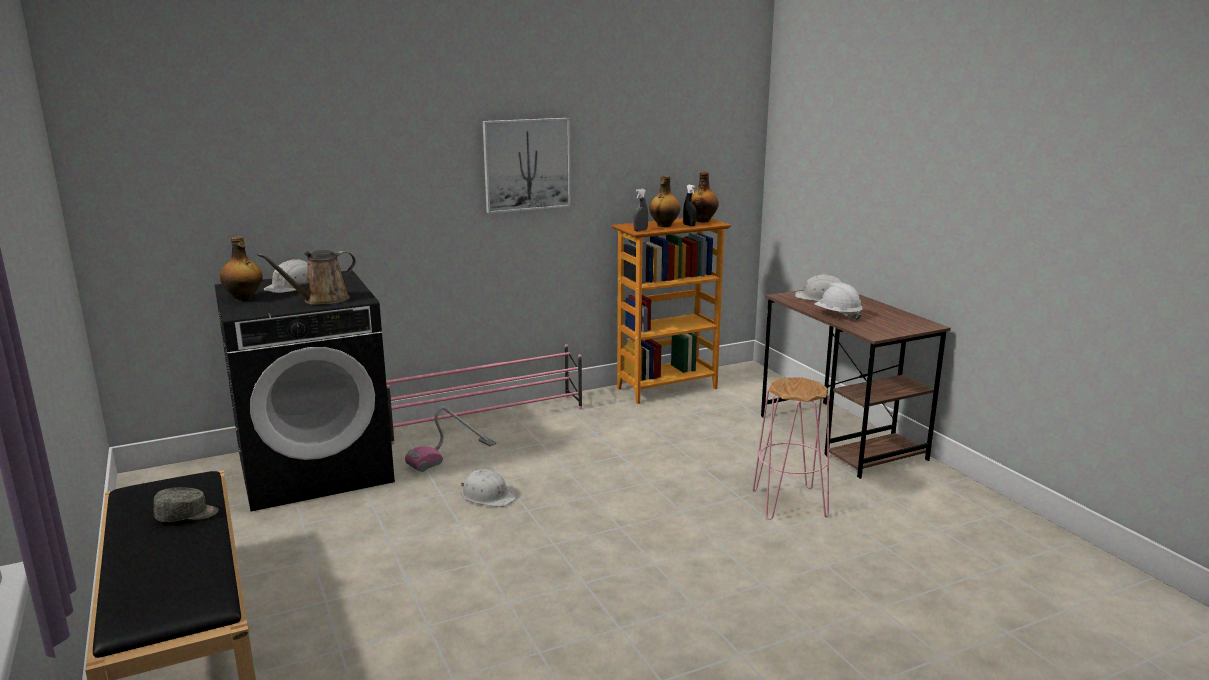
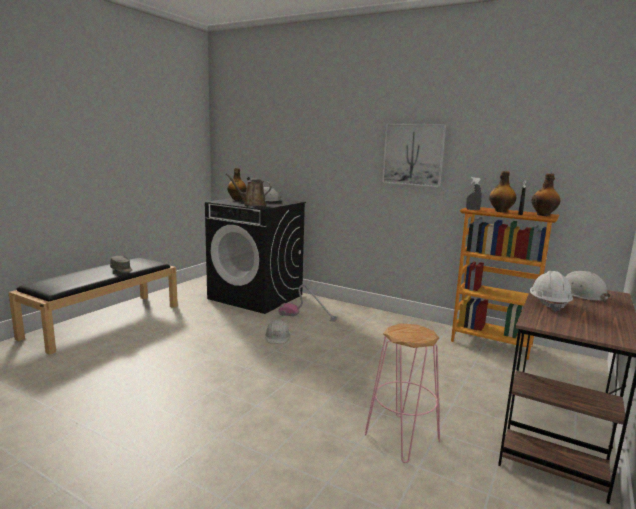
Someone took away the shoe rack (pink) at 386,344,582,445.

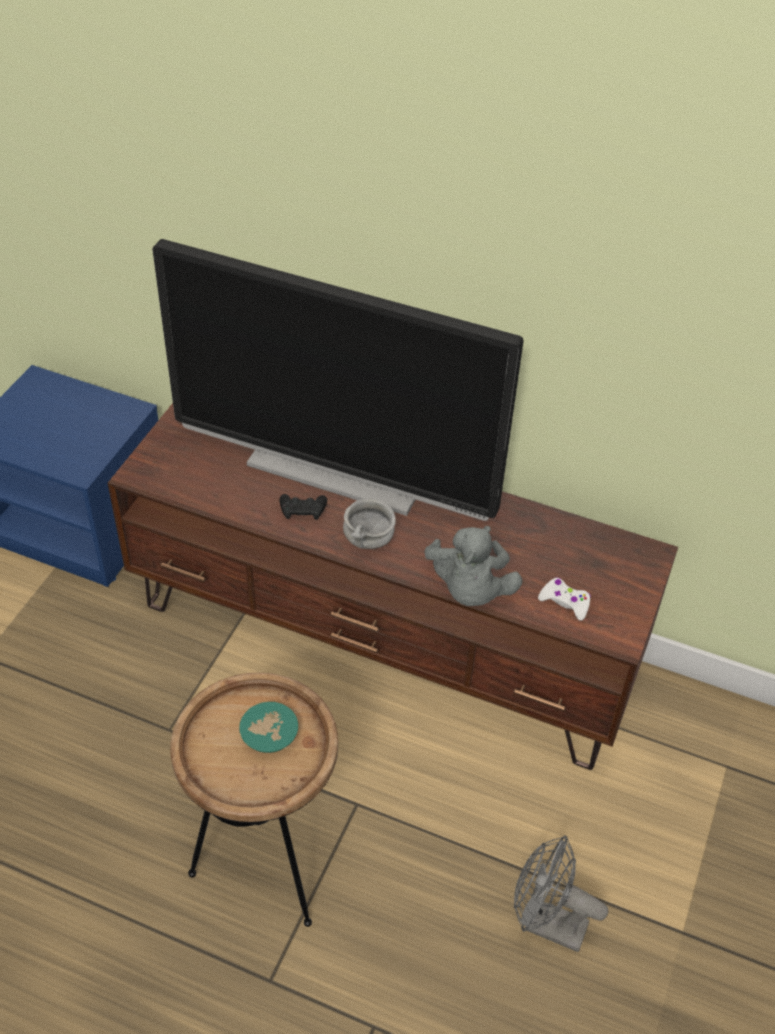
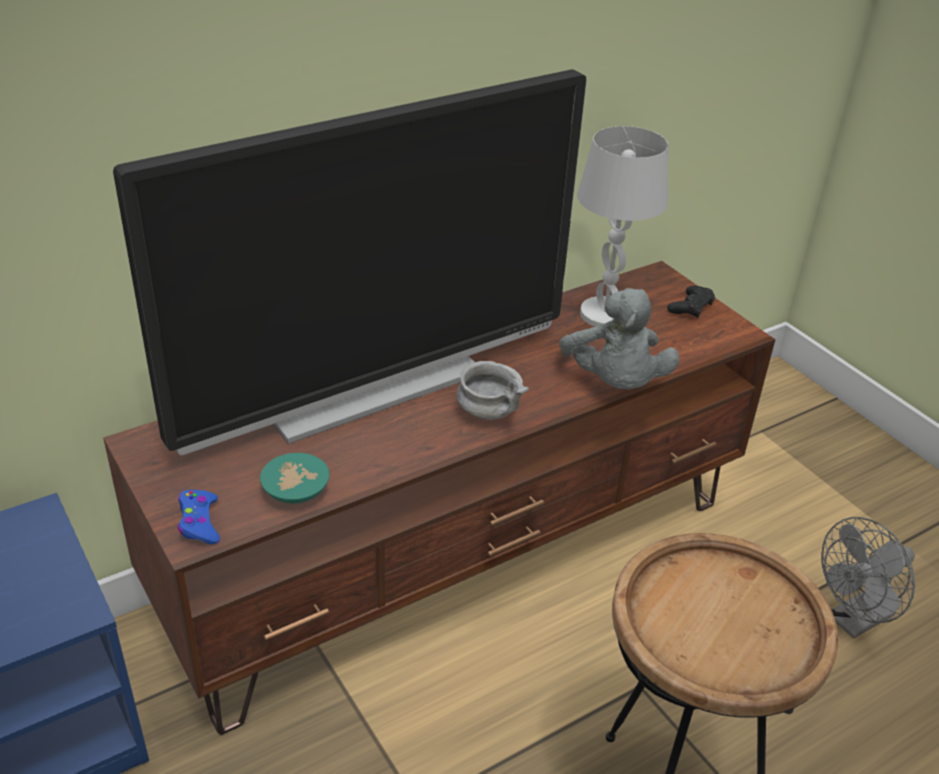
Someone carried the game controller (black) from 280,494,327,520 to 667,286,715,318. Someone rotated the plush toy (grey) at 424,526,522,606 by 45 degrees clockwise. Someone took away the game controller (white) at 538,578,591,621. Someone carried the bowl (turquoise) from 239,702,298,753 to 260,453,330,504. Someone put down the table lamp (white) at 577,126,668,327. Someone put down the game controller (blue) at 178,490,220,544.

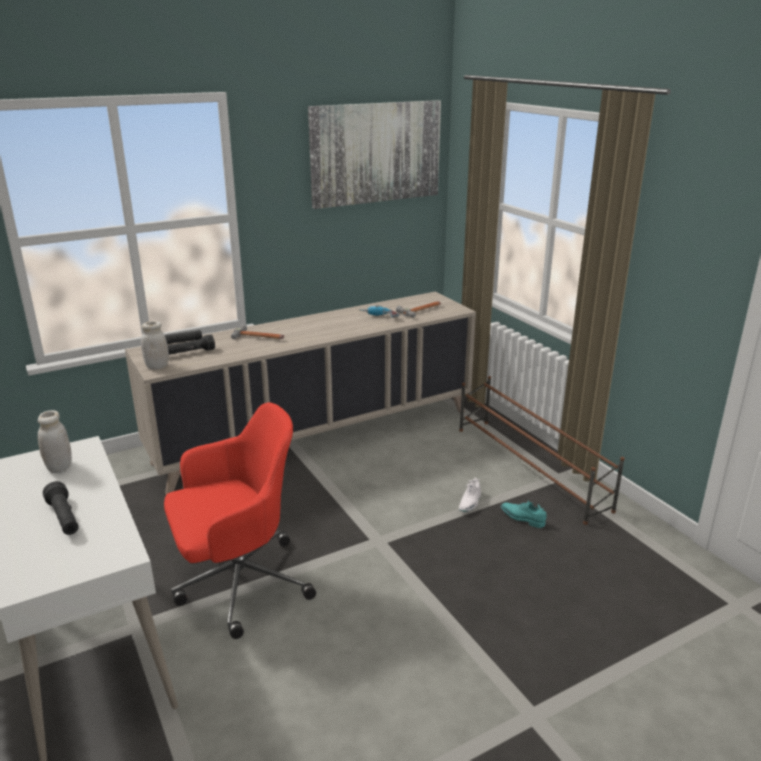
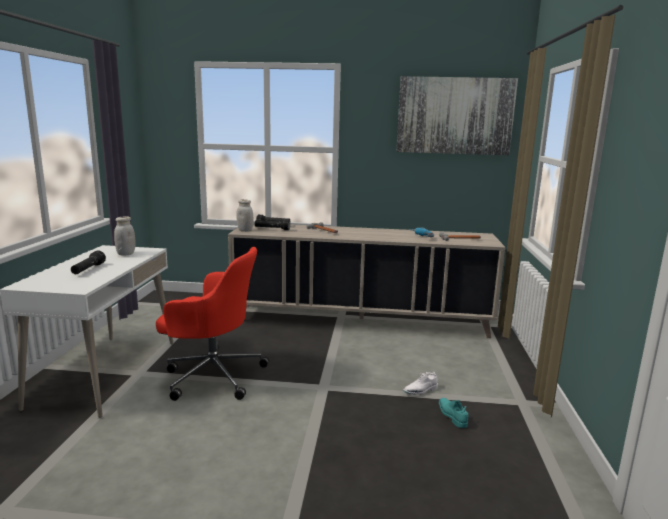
Someone took away the shoe rack (brown) at 459,376,625,525.

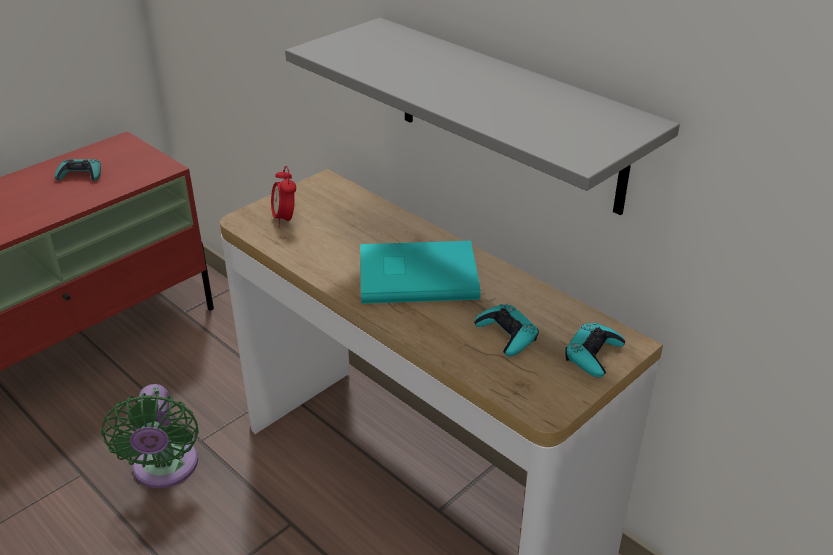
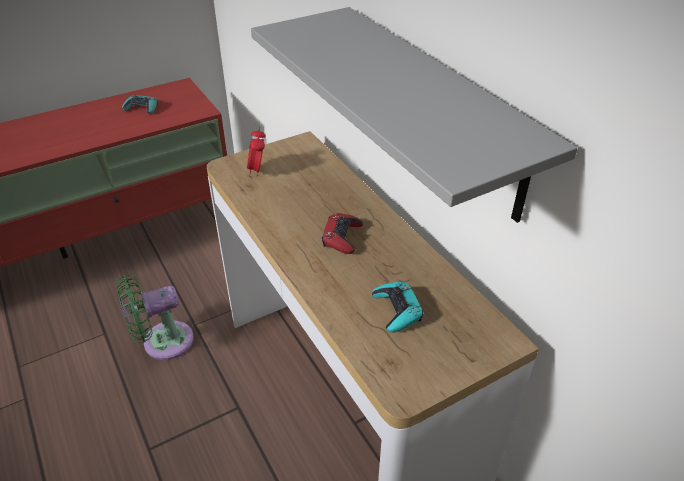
Someone swapped the book (turquoise) at 360,241,481,304 for the game controller (red) at 322,213,363,254. Someone took away the game controller (turquoise) at 565,323,625,378. Someone rotated the fan (green) at 101,384,199,488 by 60 degrees clockwise.

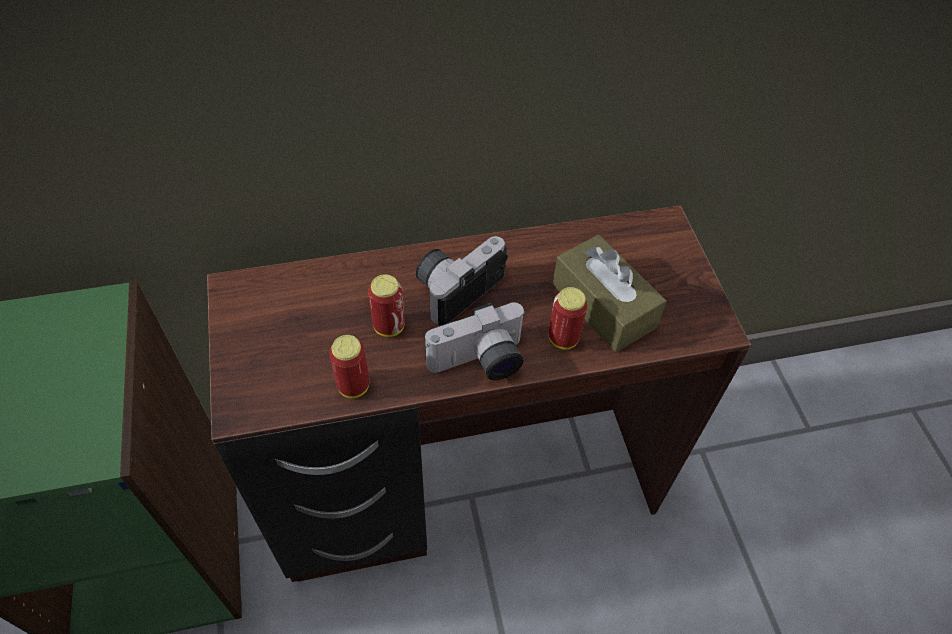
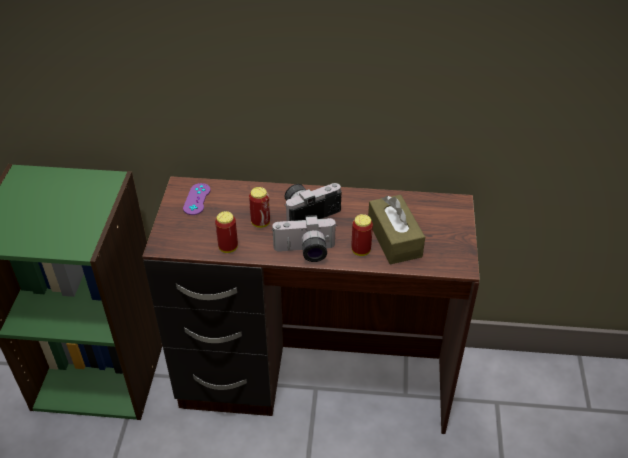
Someone put down the game controller (purple) at 183,183,211,215.

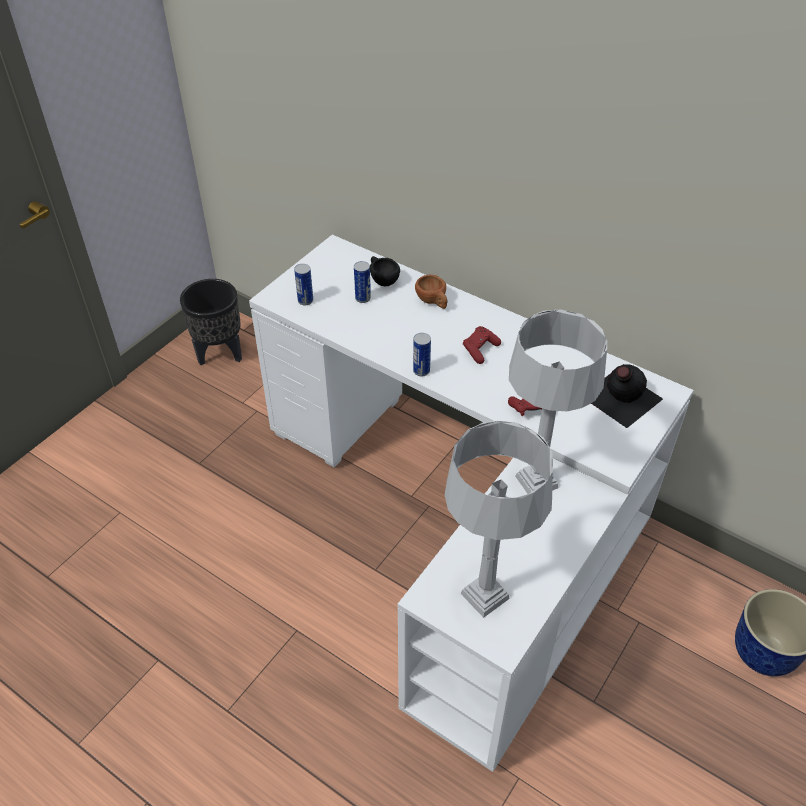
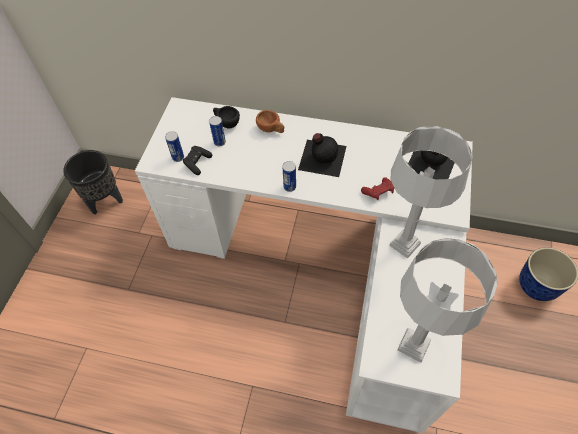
Someone swapped the game controller (red) at 463,326,501,364 for the bottle (black) at 298,133,346,177. Someone put down the game controller (black) at 183,146,212,175.

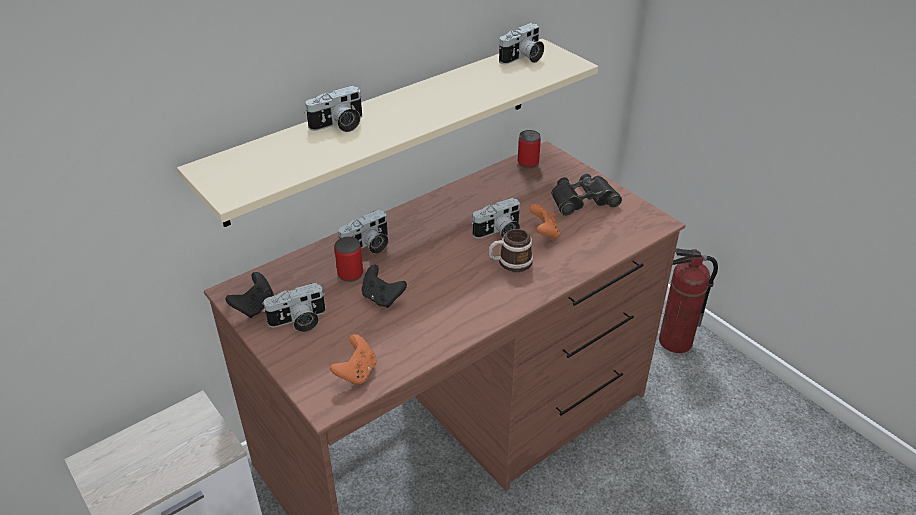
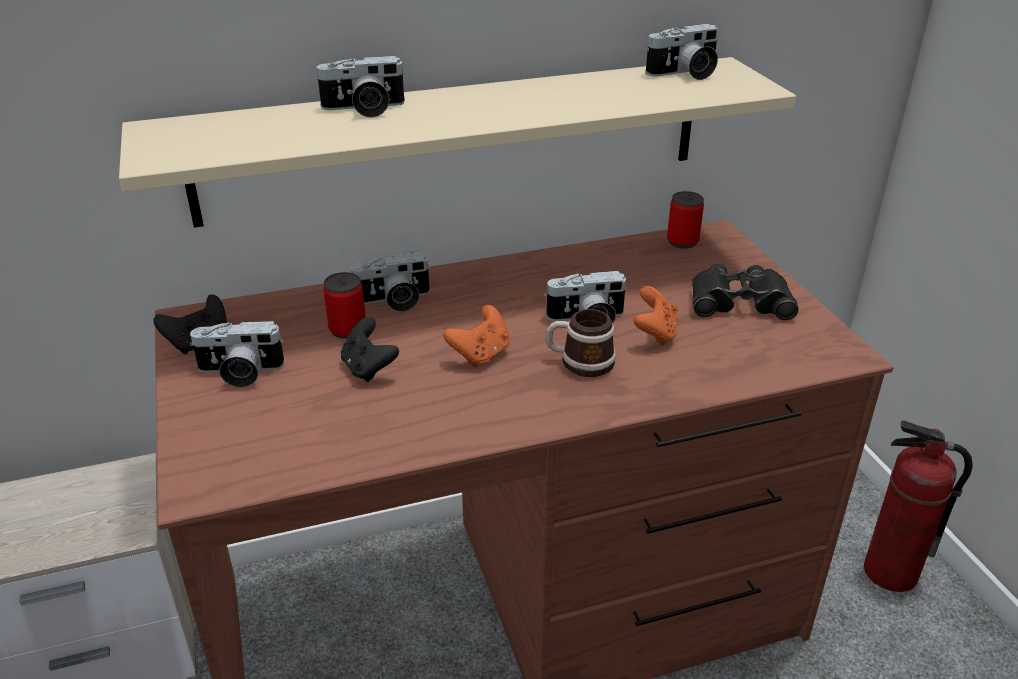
Someone carried the game controller (orange) from 330,334,377,386 to 443,305,510,367.

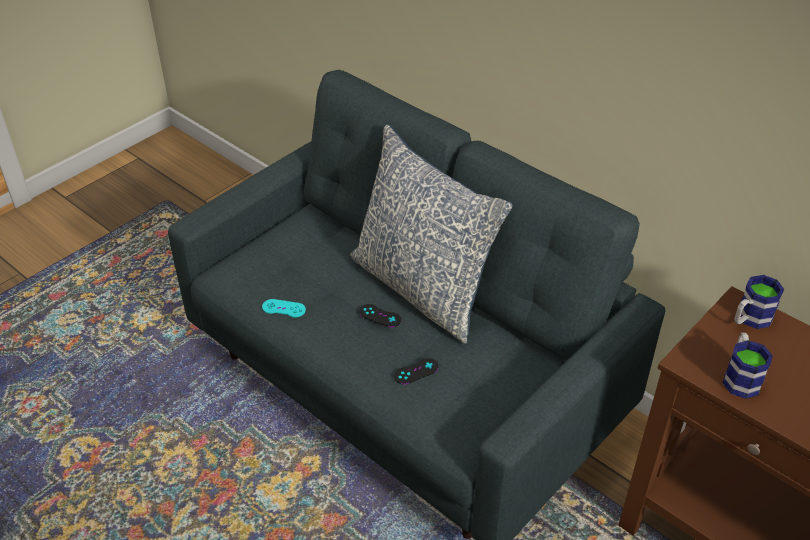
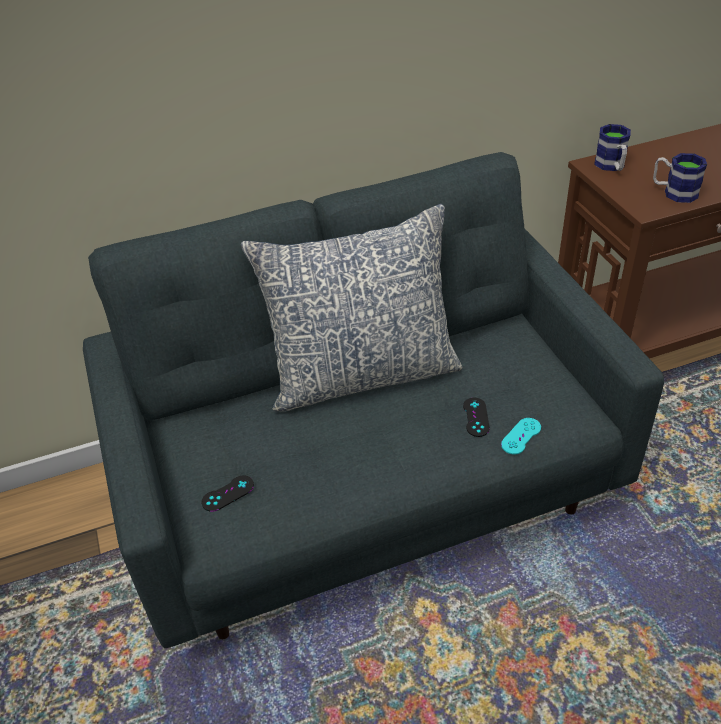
Someone carried the game controller (turquoise) from 262,299,306,317 to 501,418,541,455. Someone carried the game controller (black) from 359,304,401,327 to 201,476,254,512.

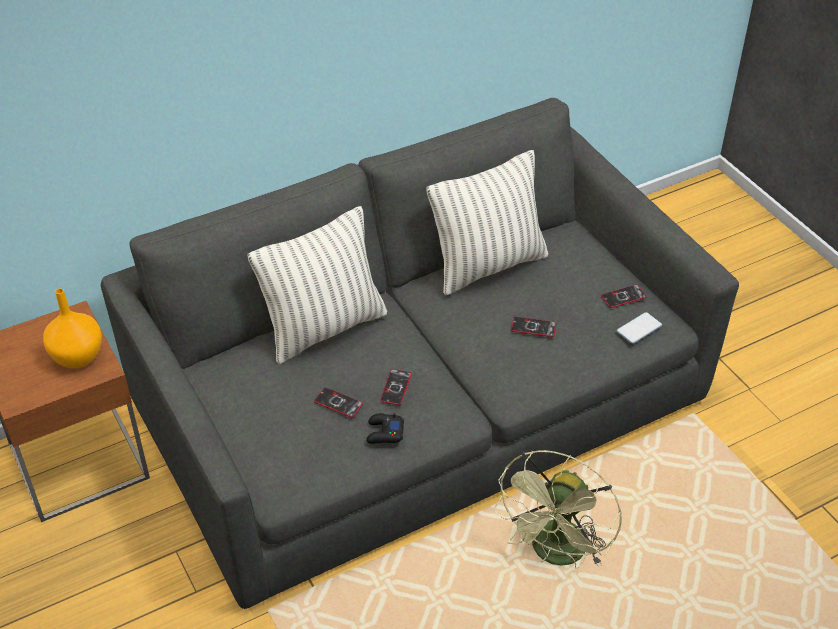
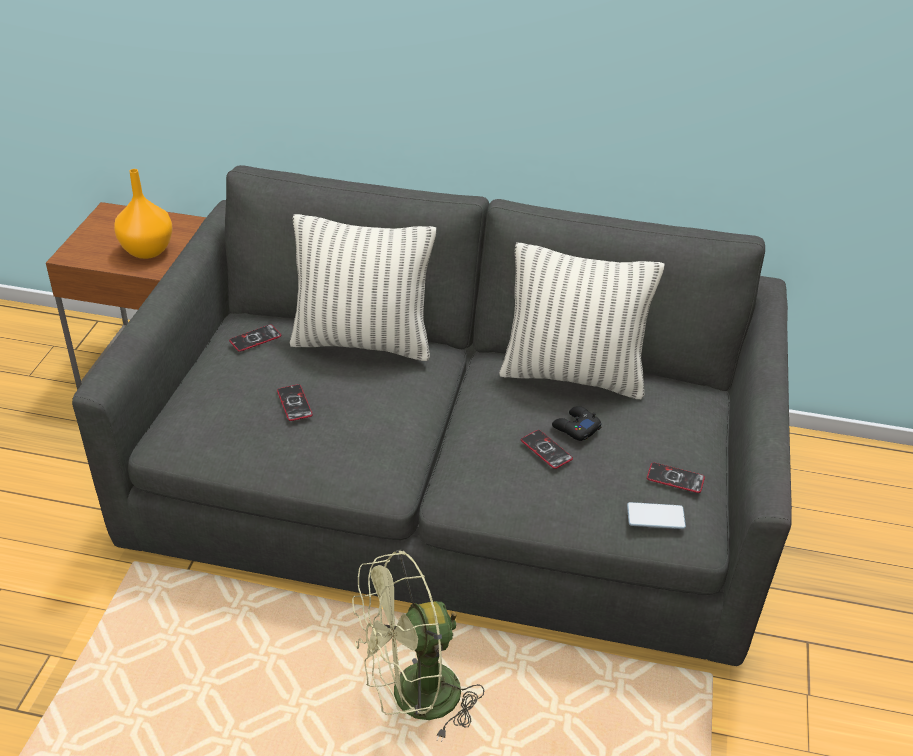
Someone carried the phone from 380,369,412,405 to 229,324,281,352. Someone carried the game controller (black) from 366,413,404,444 to 552,406,602,441.

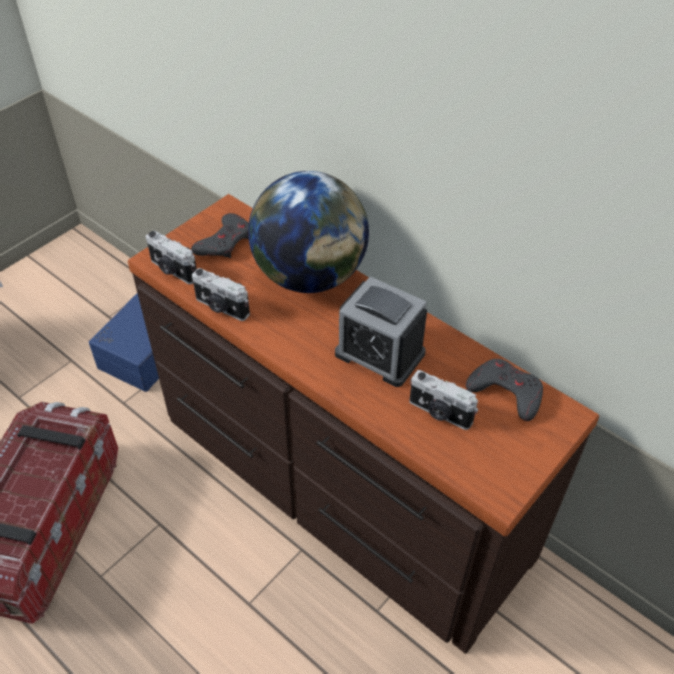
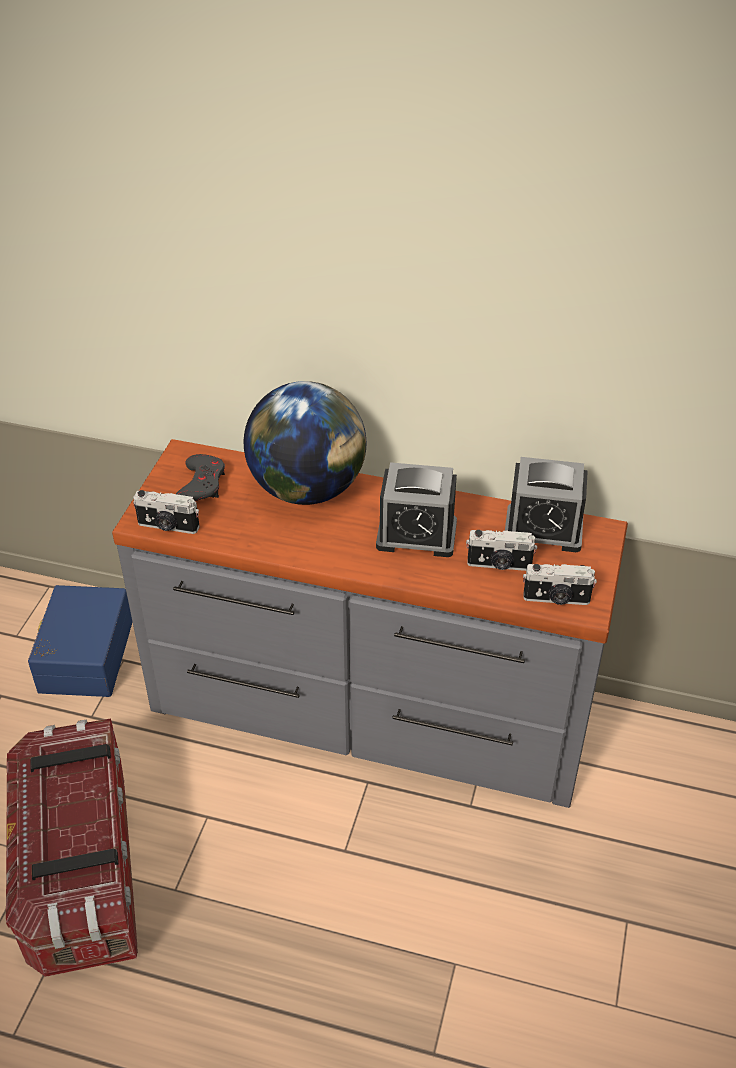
Someone repainted the dresser (brown) at 128,194,599,653, which became the dresser (grey) at 112,439,628,808. Someone carried the photo camera from 192,268,250,321 to 523,564,597,605. Someone swapped the game controller (grey) at 466,359,543,421 for the alarm clock at 505,457,588,552.

